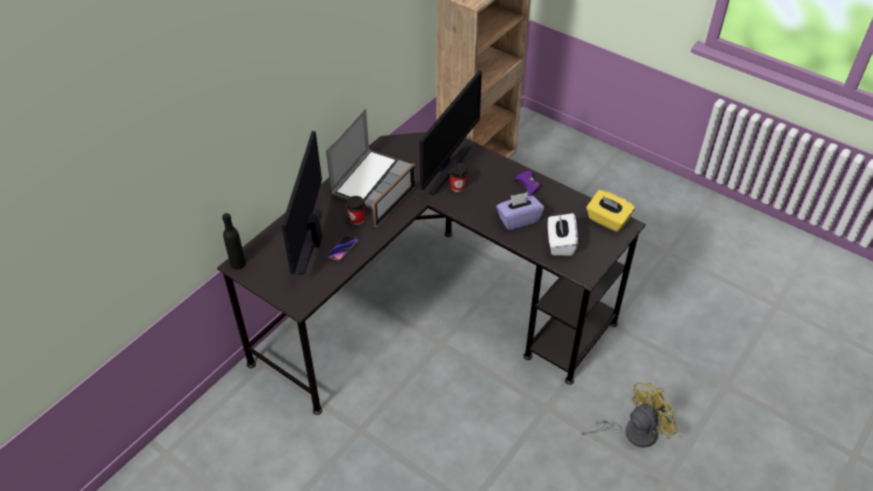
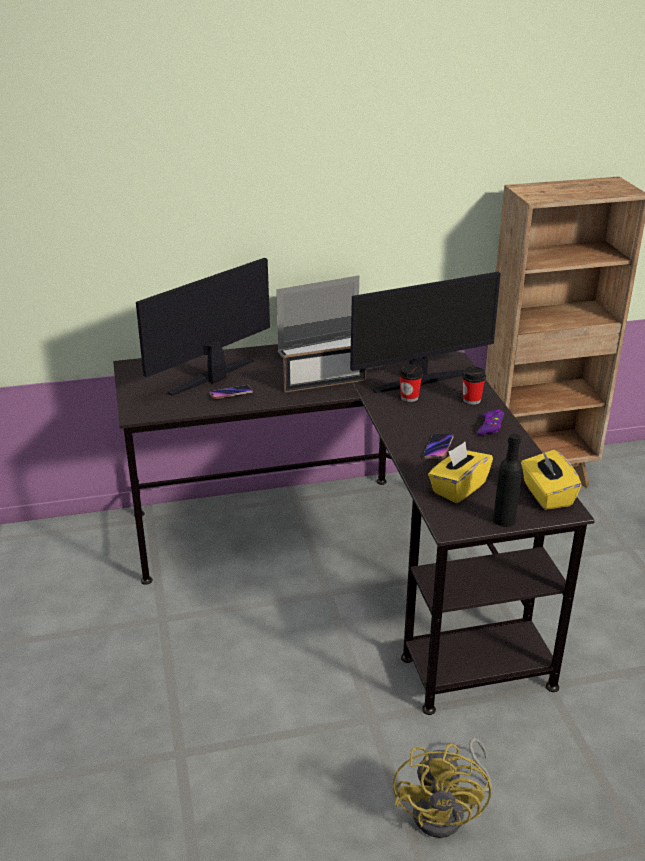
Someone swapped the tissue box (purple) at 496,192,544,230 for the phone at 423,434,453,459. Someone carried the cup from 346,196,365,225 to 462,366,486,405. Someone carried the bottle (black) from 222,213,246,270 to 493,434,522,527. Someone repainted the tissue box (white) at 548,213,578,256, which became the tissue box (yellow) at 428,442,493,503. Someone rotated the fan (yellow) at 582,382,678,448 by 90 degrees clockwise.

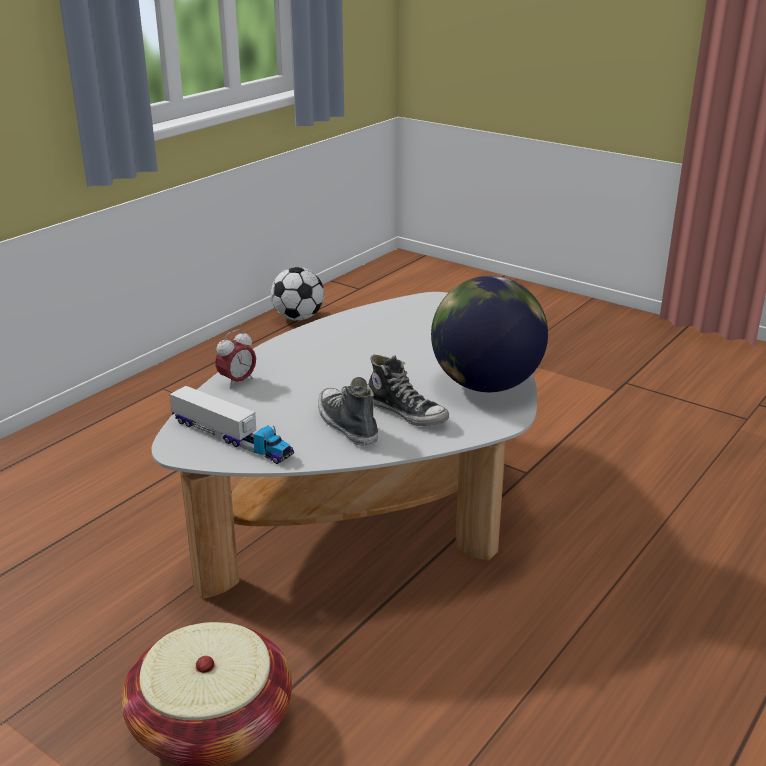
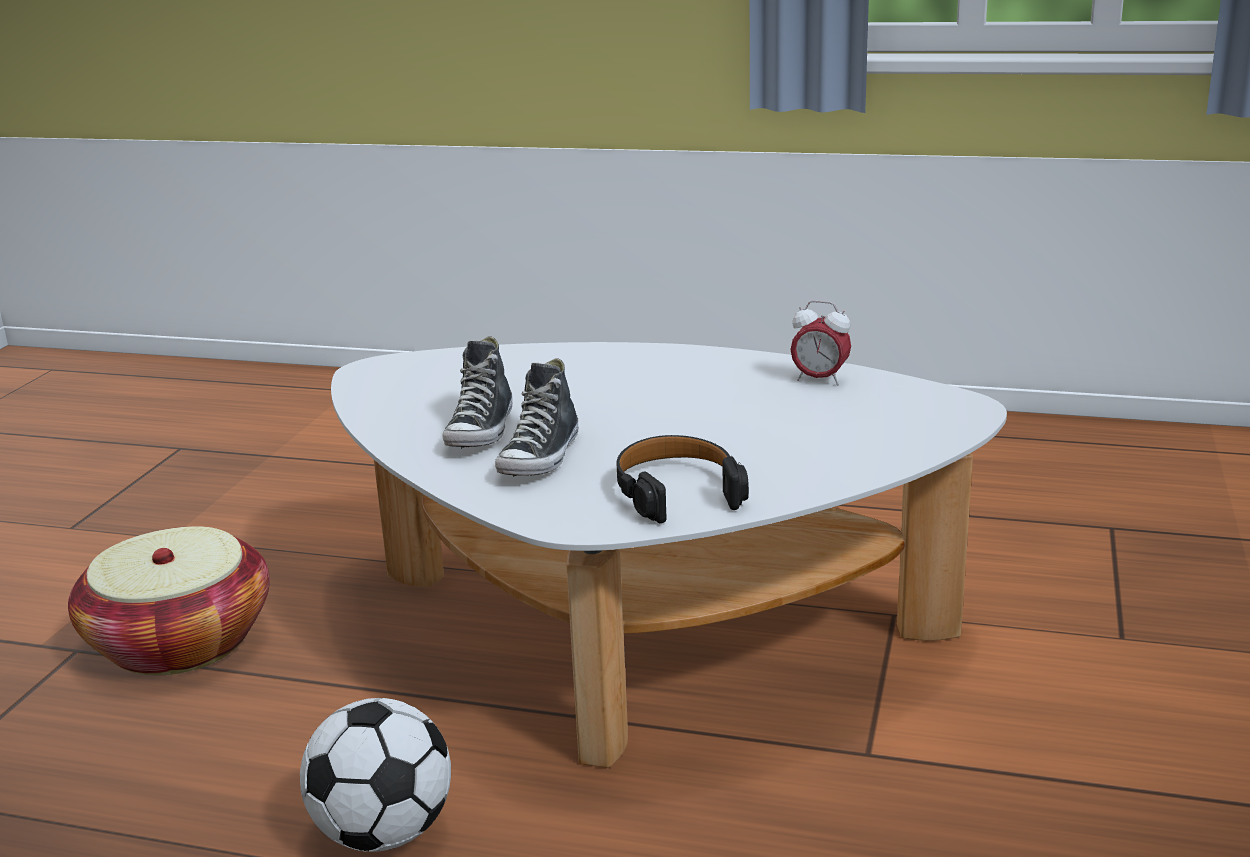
Someone carried the football from 271,267,324,321 to 300,698,451,852. Someone swapped the globe at 431,276,548,392 for the headphones (black) at 616,435,749,523. Someone carried the alarm clock from 215,329,256,389 to 790,300,851,385. Someone rotated the shoe at 318,377,378,446 by 150 degrees clockwise. Someone took away the toy truck at 170,386,294,464.

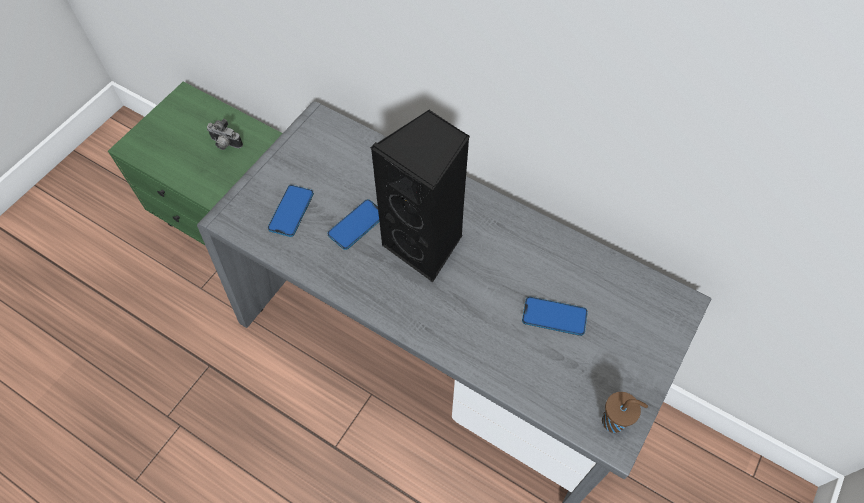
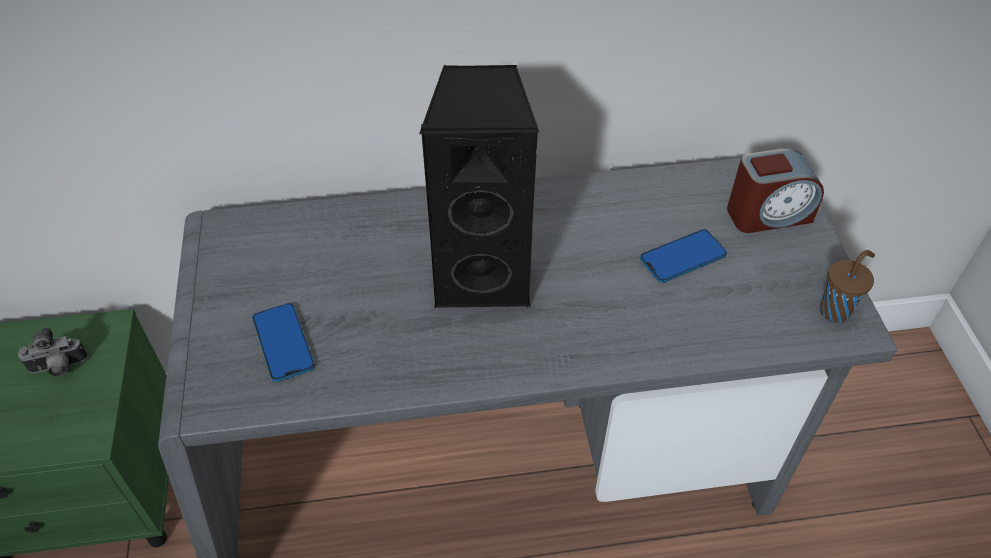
Someone took away the phone at 327,199,379,250. Someone put down the alarm clock at 727,148,824,233.

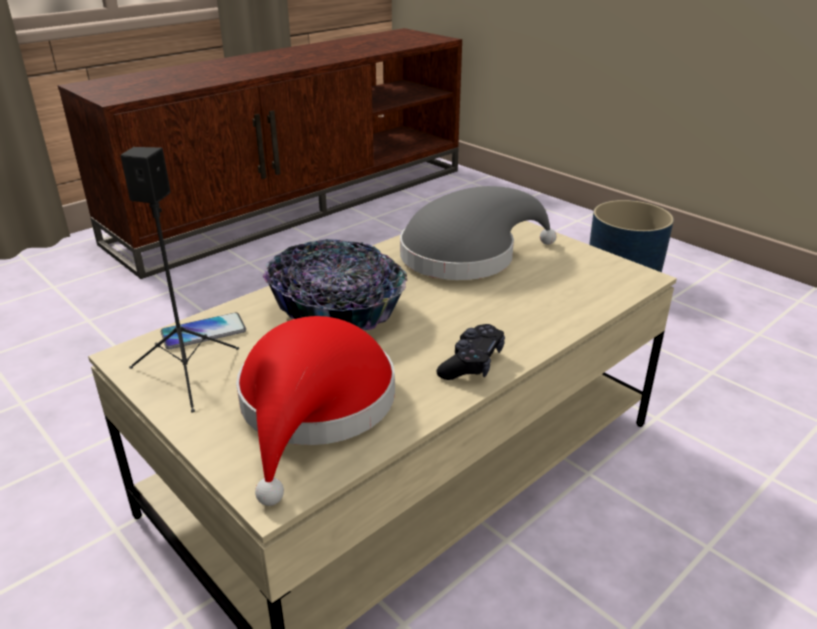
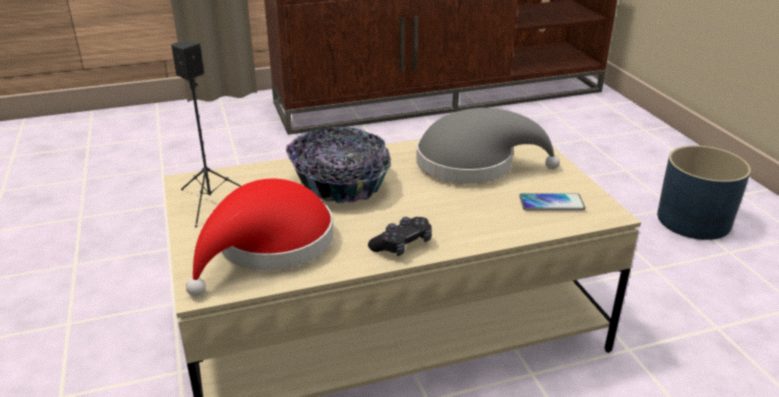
Someone carried the phone from 161,312,246,349 to 519,193,585,211.

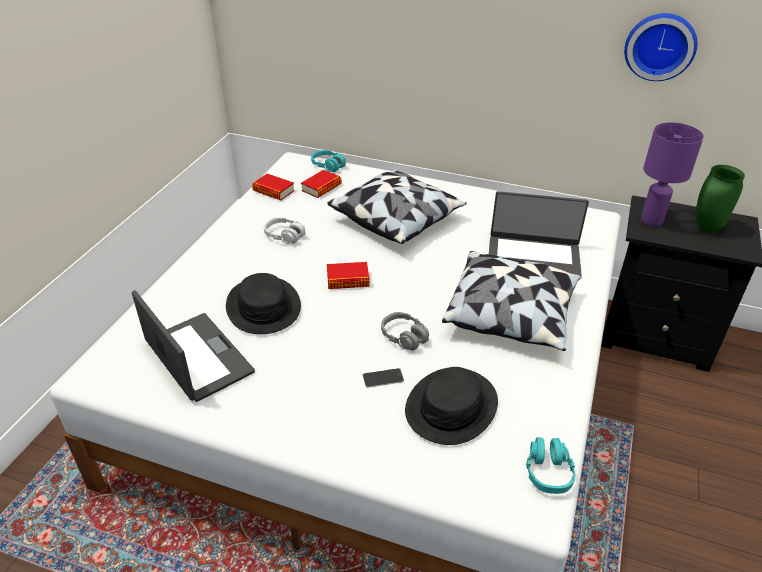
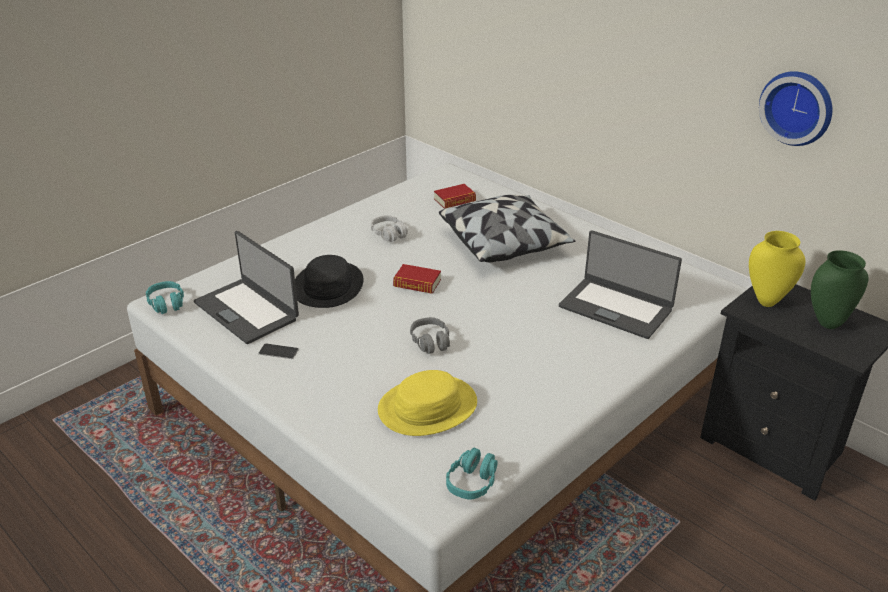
Someone swapped the table lamp (purple) at 641,122,704,226 for the vase (yellow) at 749,231,805,307. Someone carried the headphones (turquoise) from 311,150,346,172 to 146,281,184,314. Someone took away the book at 252,174,295,200. Someone took away the pillow at 442,251,581,351. Someone rotated the laptop at 132,290,255,402 by 150 degrees clockwise. Someone repainted the hat (black) at 405,367,498,445, which became the hat (yellow) at 378,370,477,436. Someone carried the phone from 363,368,404,388 to 258,344,299,359.

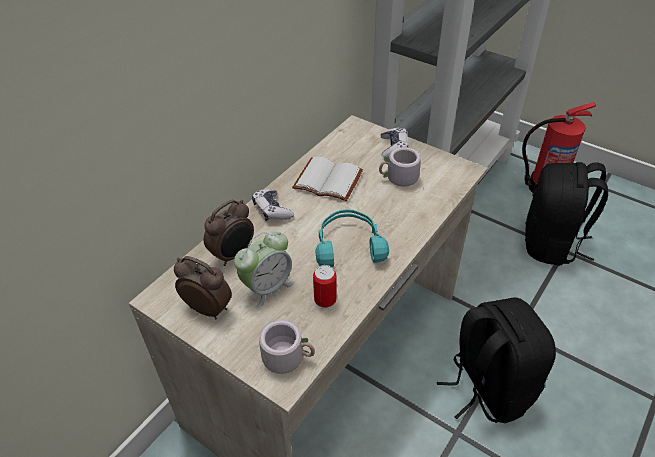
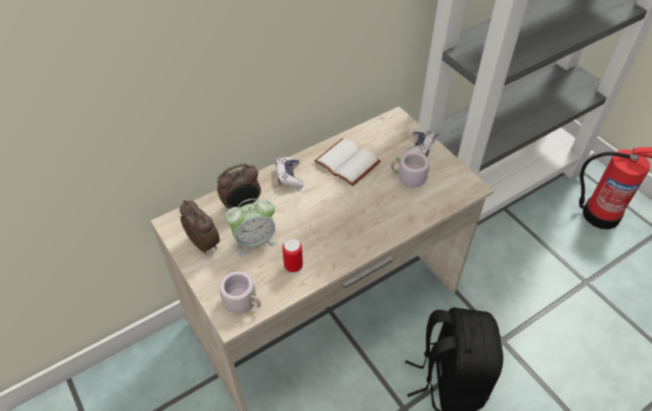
Someone took away the backpack (black) at 525,162,608,266. Someone took away the headphones (turquoise) at 315,209,389,267.

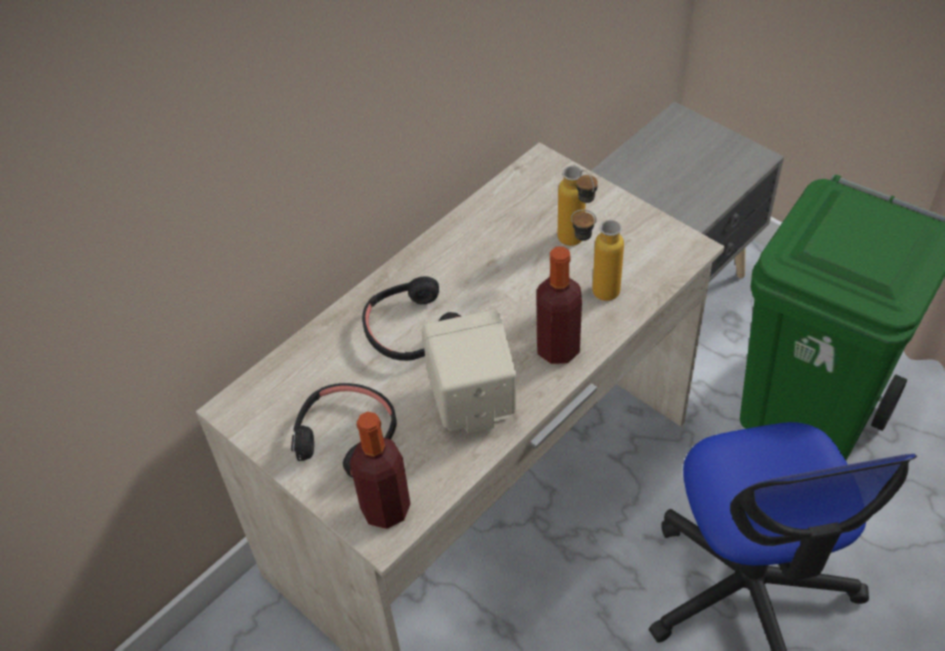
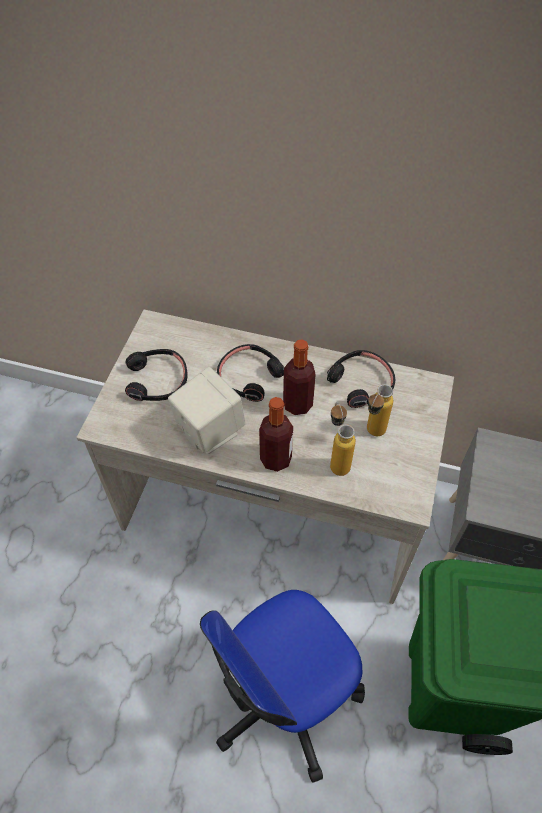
Someone carried the bottle from 349,412,411,529 to 283,339,316,415. Someone put down the headphones (black) at 327,350,395,408.

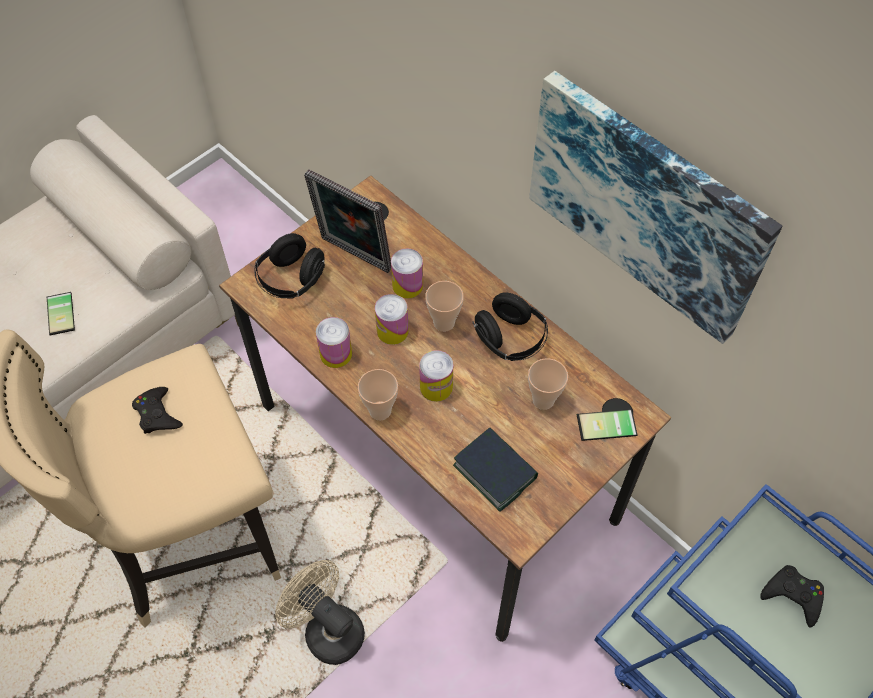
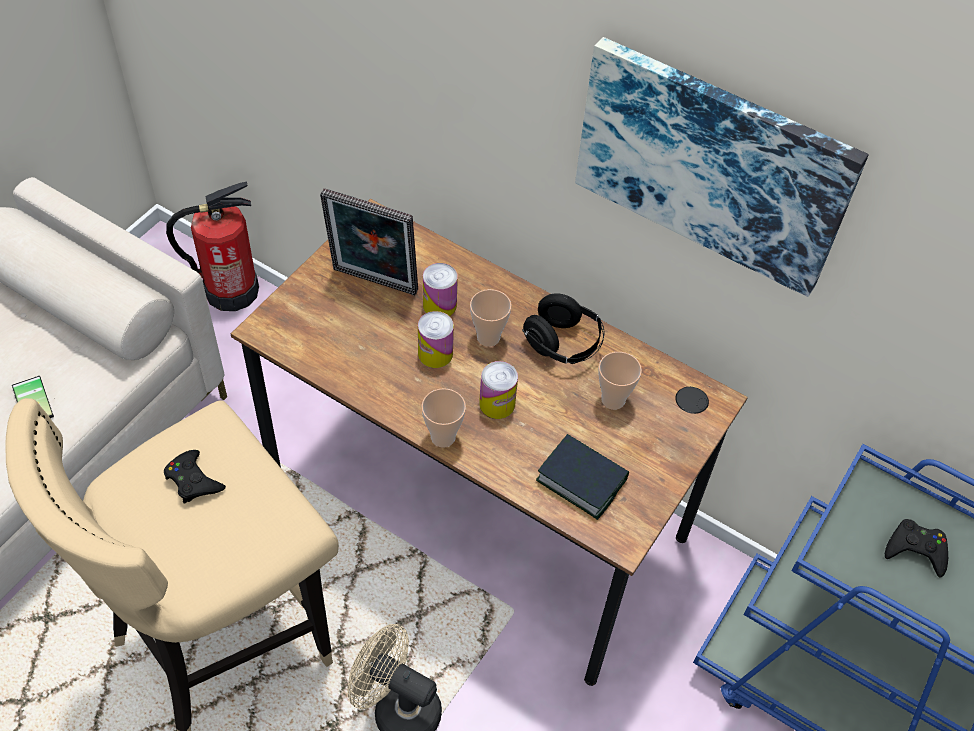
Someone took away the headphones (black) at 254,233,325,299. Someone took away the can at 316,317,352,368. Someone took away the phone at 577,409,637,444. Someone put down the fire extinguisher at 166,182,259,311.

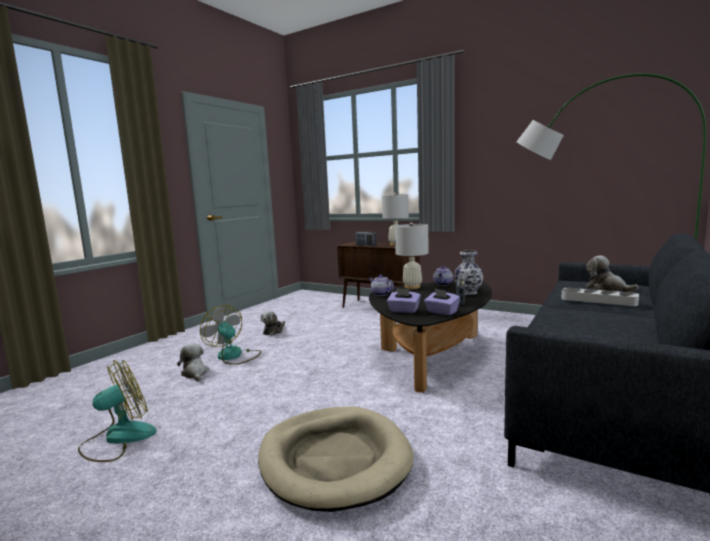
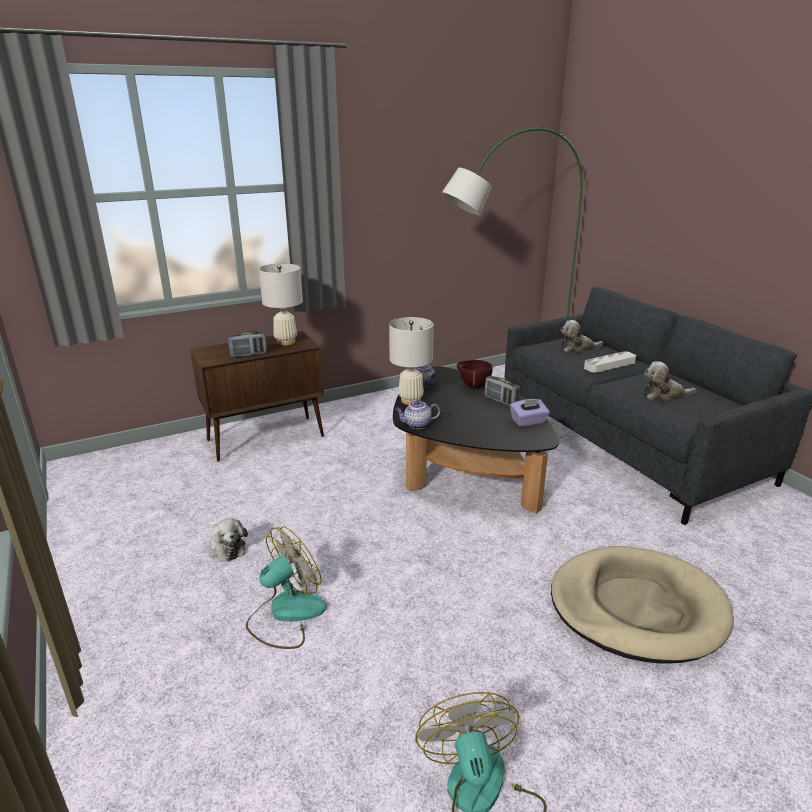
Someone swapped the vase at 454,250,483,295 for the bowl (brown) at 457,360,493,390. Someone took away the tissue box (purple) at 387,288,421,313. Someone rotated the fan at 200,305,261,365 by 150 degrees clockwise. Someone carried the plush toy from 177,344,209,381 to 643,361,696,402.

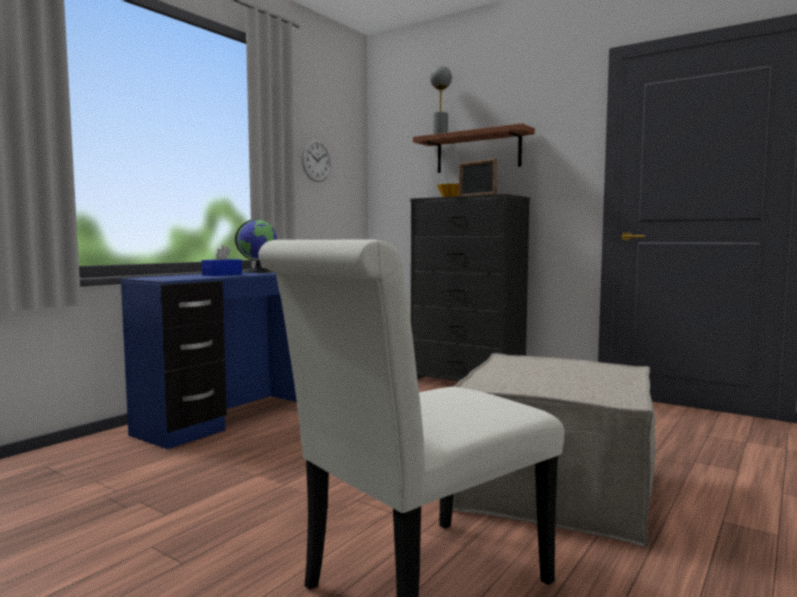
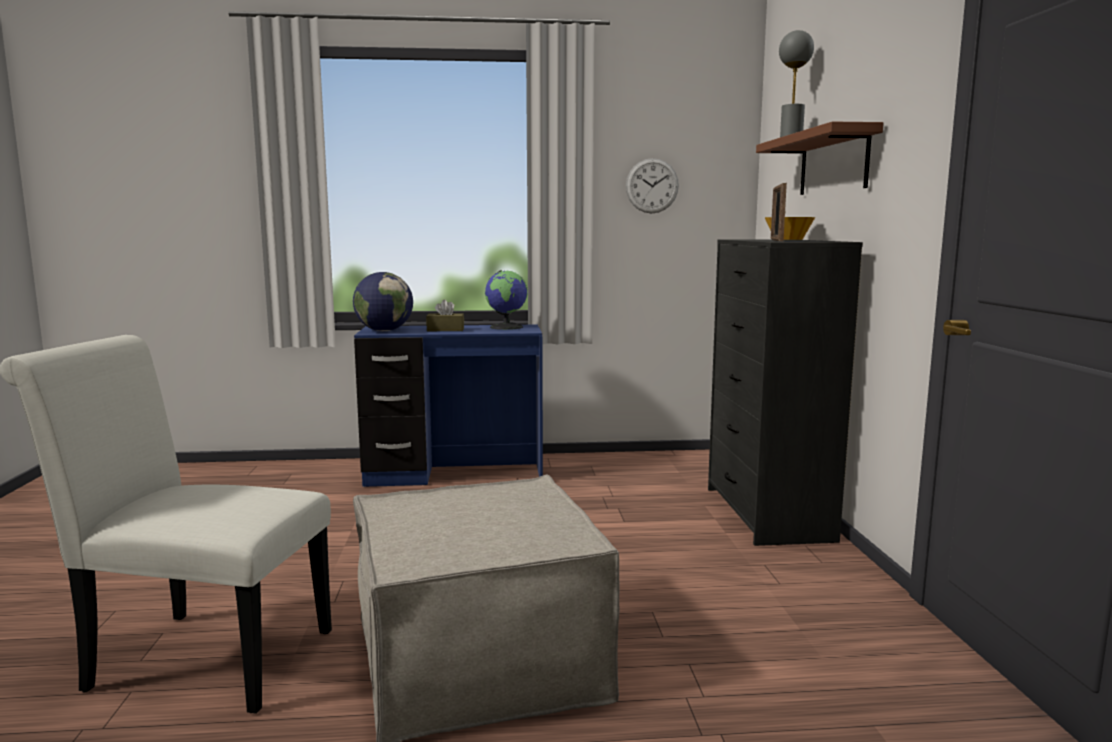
Someone repainted the tissue box (blue) at 201,245,242,276, which became the tissue box (brown) at 426,300,464,331. Someone put down the globe at 353,272,413,331.

